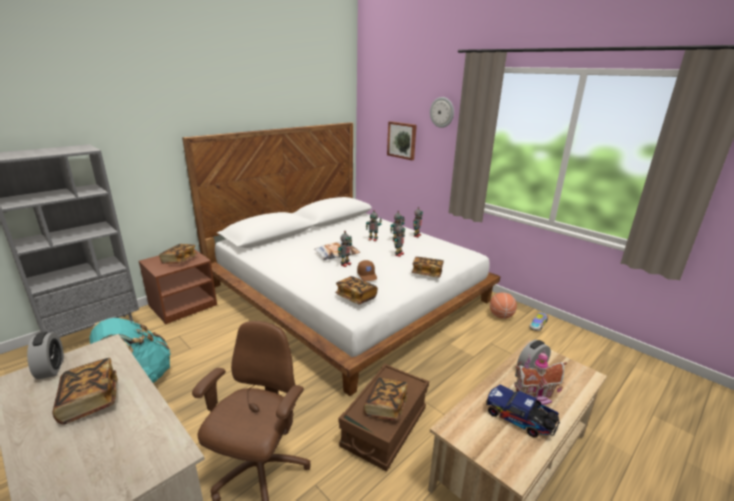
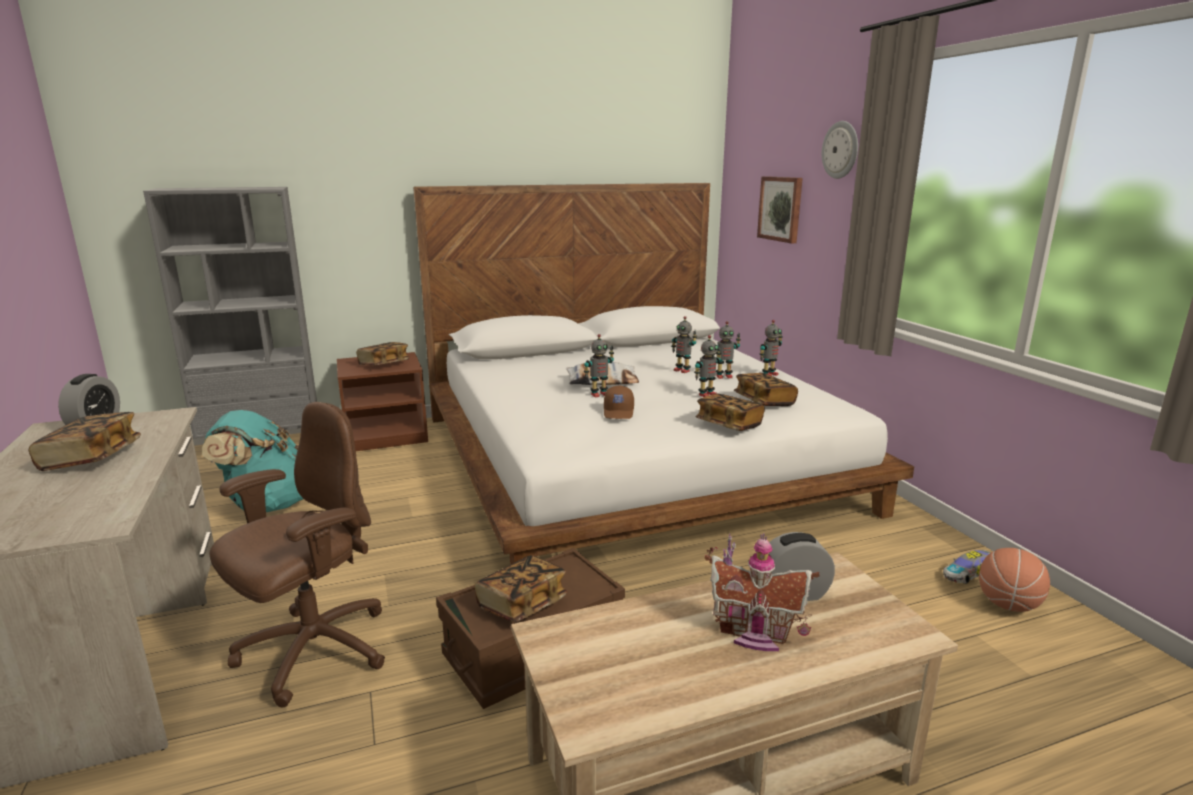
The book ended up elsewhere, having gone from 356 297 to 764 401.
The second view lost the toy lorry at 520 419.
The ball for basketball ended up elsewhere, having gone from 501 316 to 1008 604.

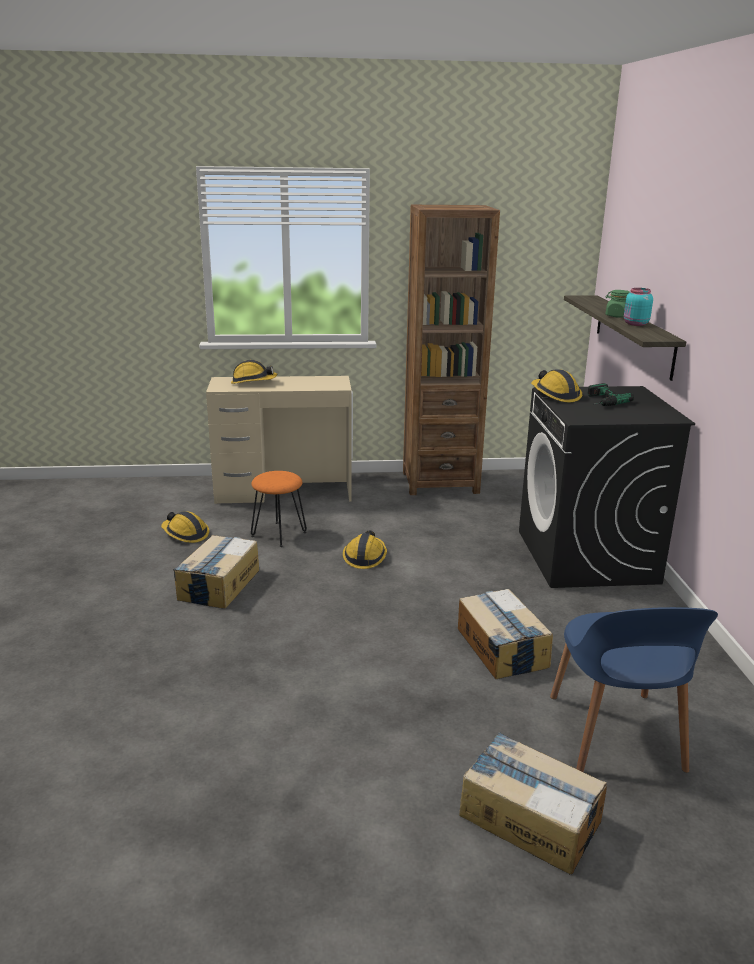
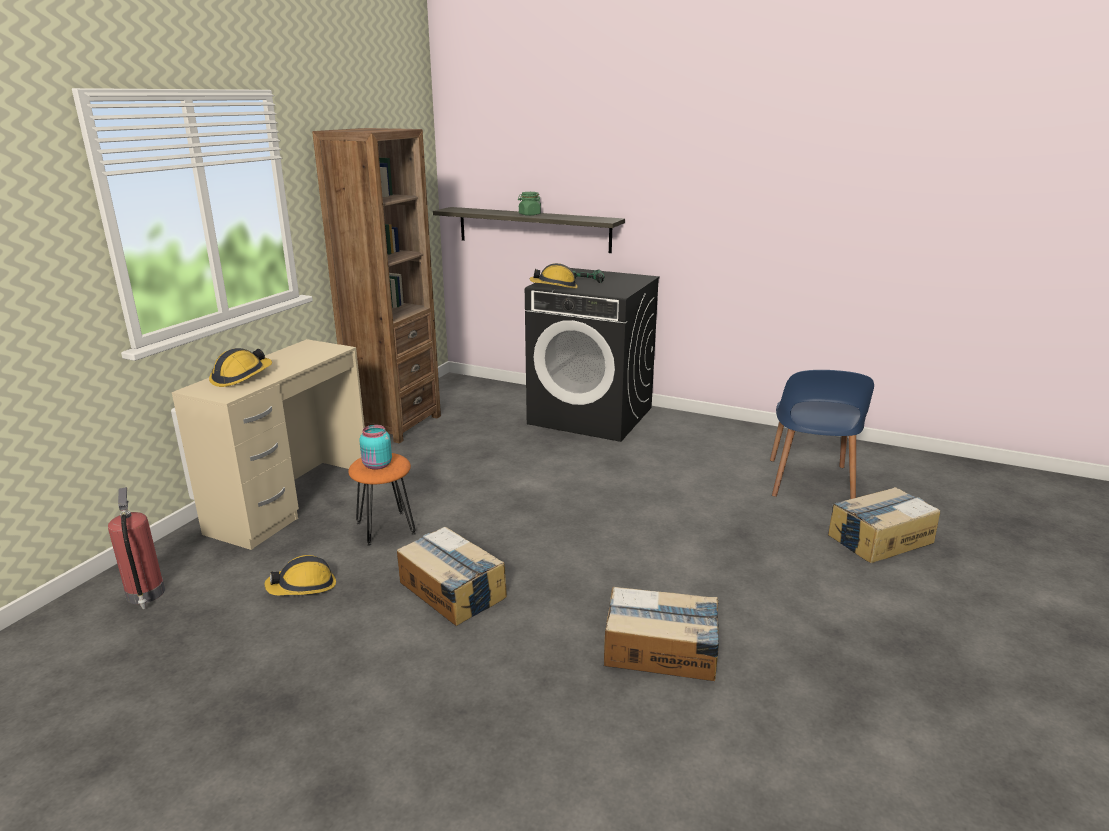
The second view lost the safety helmet at 365 557.
The packing box ended up elsewhere, having gone from 501 648 to 661 650.
The blue chair at 615 735 ended up facing another way, 75 degrees clockwise from before.
The turquoise-coloured jar ended up elsewhere, having gone from 635 324 to 377 465.
The second view gained the fire-fighting cylinder at 145 594.

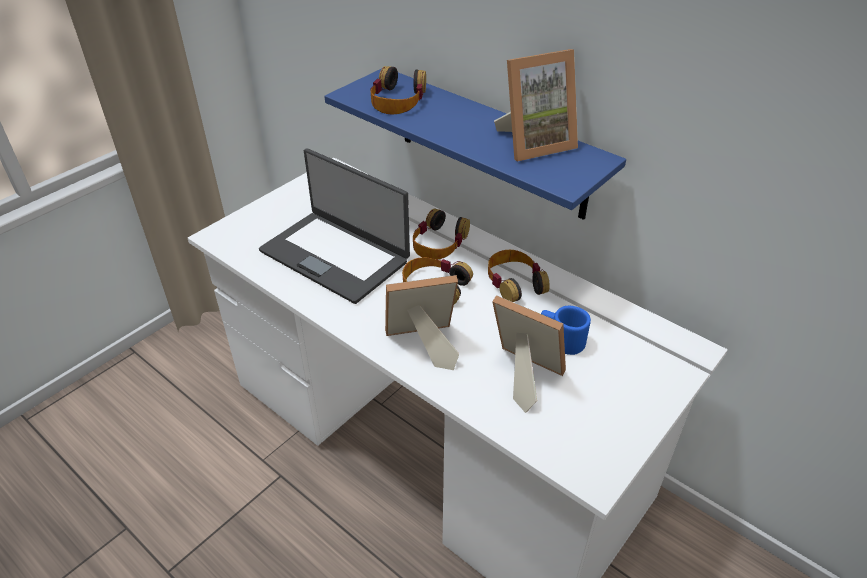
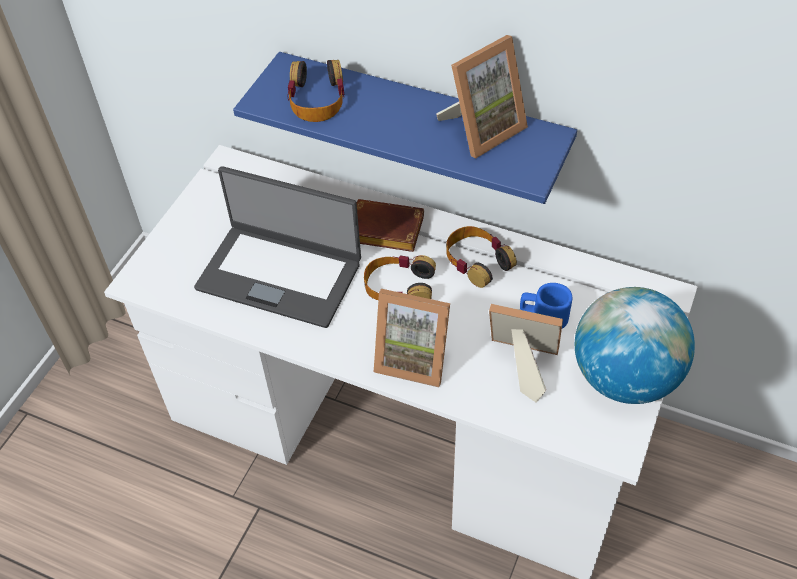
The standing frame at 422 346 ended up facing another way, 135 degrees counterclockwise from before.
Where the pair of headphones stood at 439 242, the brown book came to stand at 383 231.
The second view gained the world globe at 624 377.

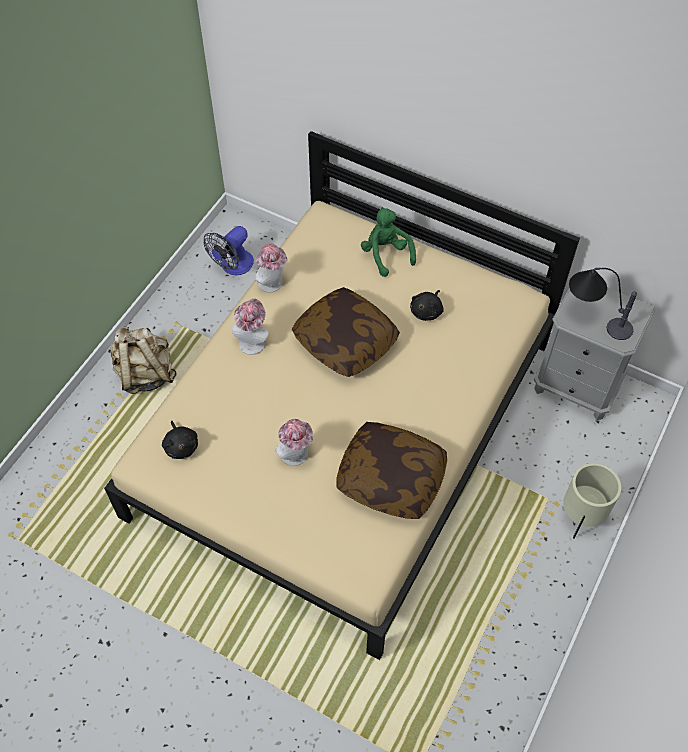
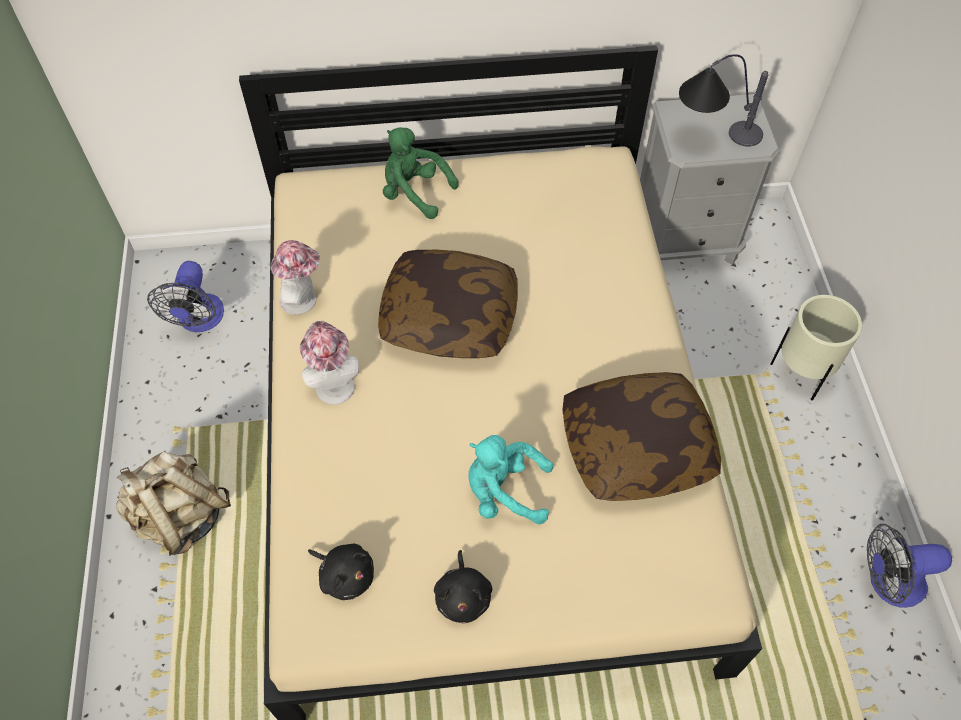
Where the wearable hat stood at 297 456, the turquoise-coloured plush toy came to stand at 504 492.
The black-coloured plush toy ended up elsewhere, having gone from 427 311 to 463 596.
The second view gained the fan at 887 582.

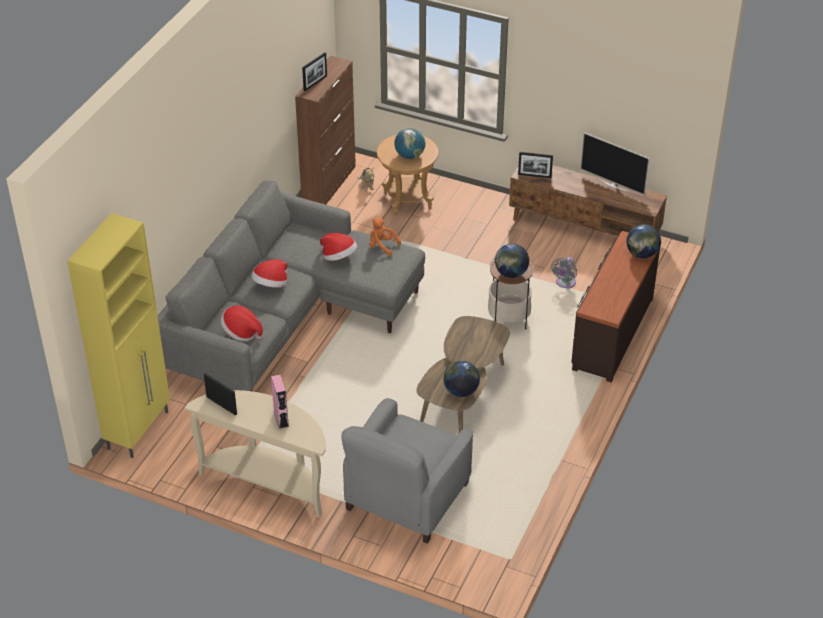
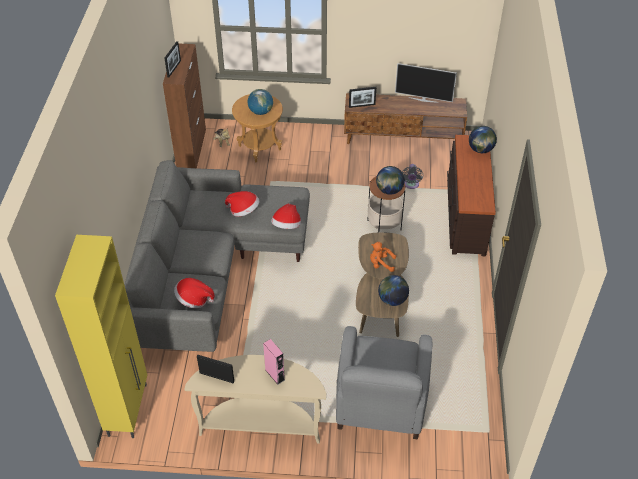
The wearable hat ended up elsewhere, having gone from 271 285 to 287 226.
The orange plush toy ended up elsewhere, having gone from 382 246 to 381 264.

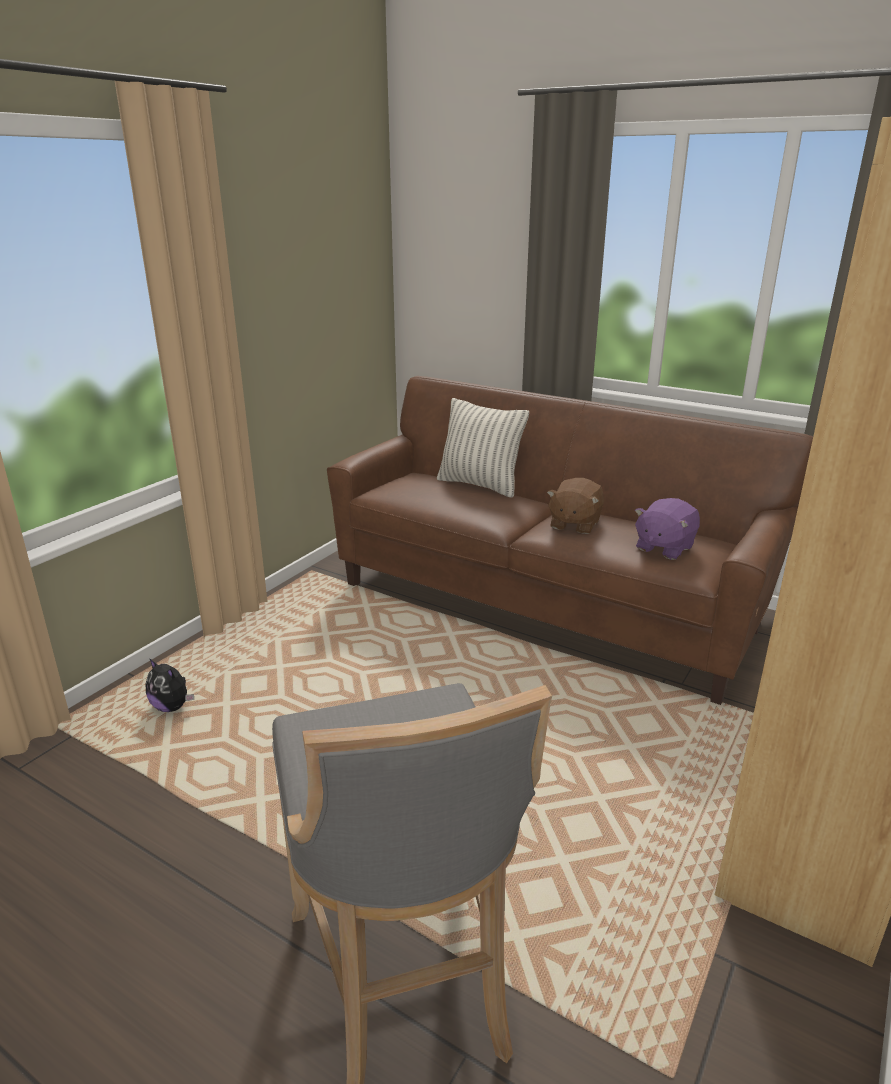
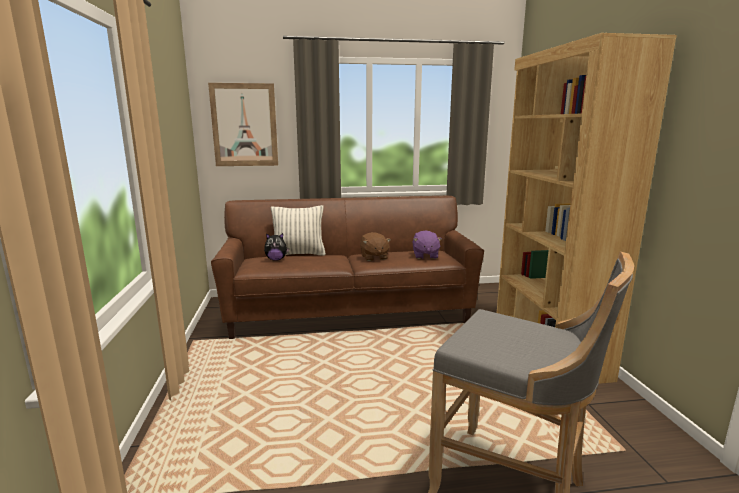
The plush toy ended up elsewhere, having gone from 172 707 to 276 259.
The second view gained the picture at 244 125.

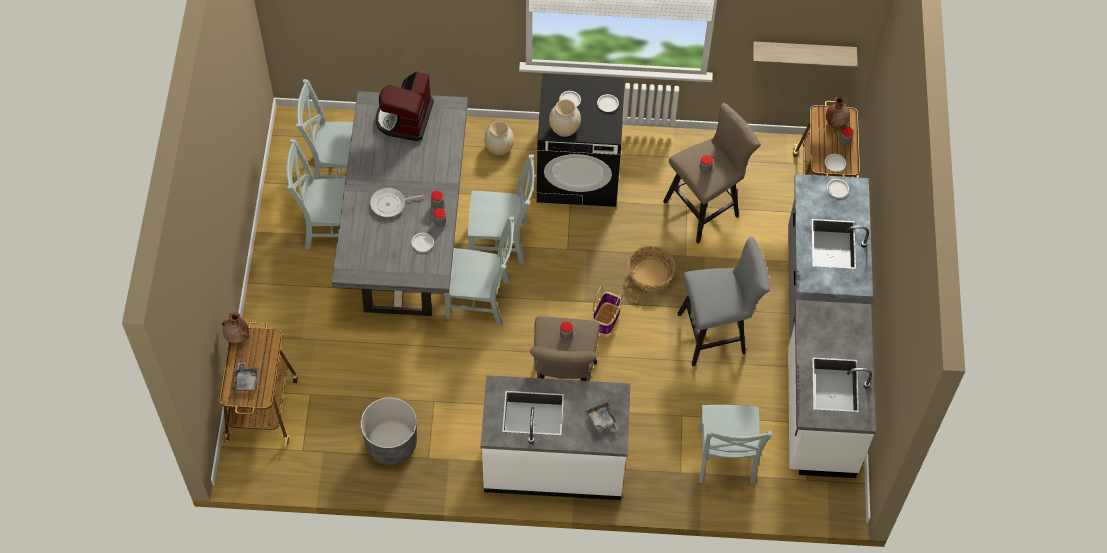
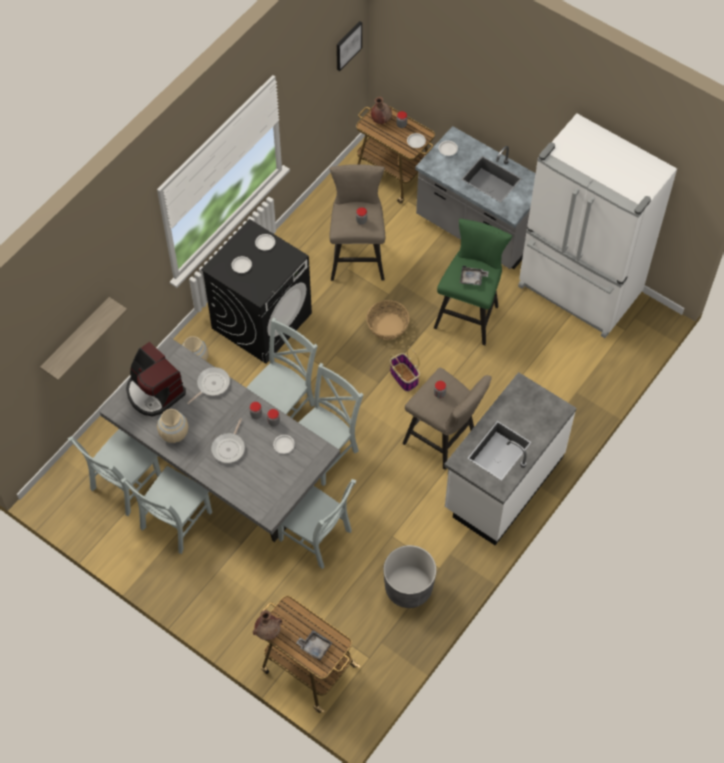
The beige-coloured vase ended up elsewhere, having gone from 564 128 to 174 434.
The gray tray ended up elsewhere, having gone from 601 420 to 472 279.
What was the gray stool seat at 717 334 turned into the greenish stool seat at 469 314.
The gray chair ended up elsewhere, having gone from 725 459 to 317 537.
The shelf ended up elsewhere, having gone from 803 52 to 77 338.
Where the white-coloured kitchen base unit stood at 818 414, the white-coloured refrigerator came to stand at 578 291.
The second view gained the skillet at 211 384.
The second view gained the picture at 348 45.

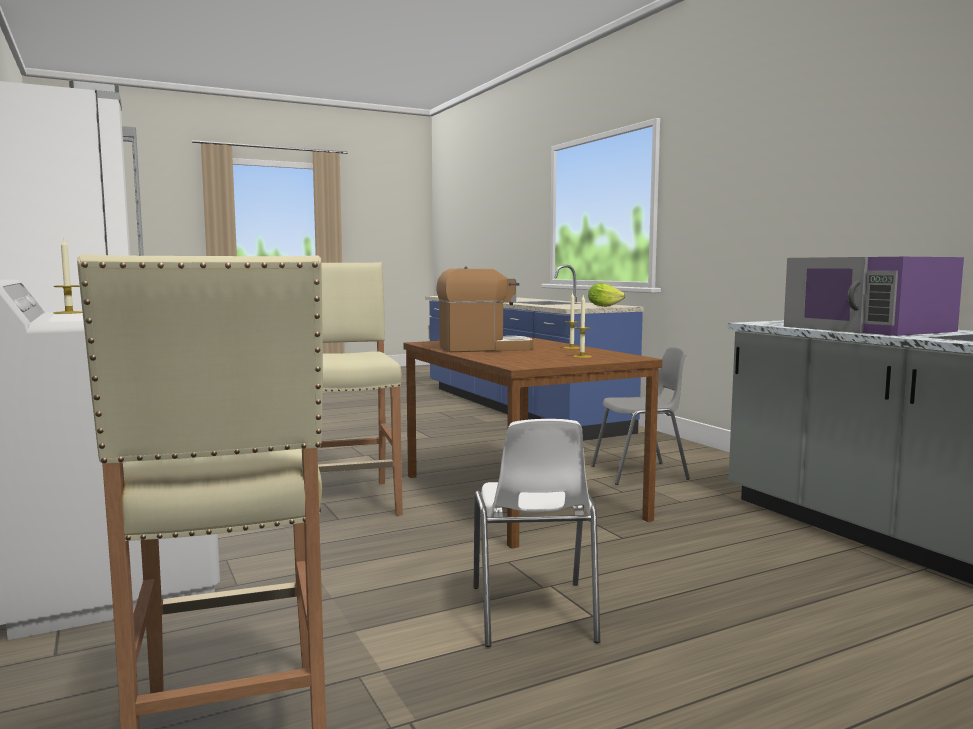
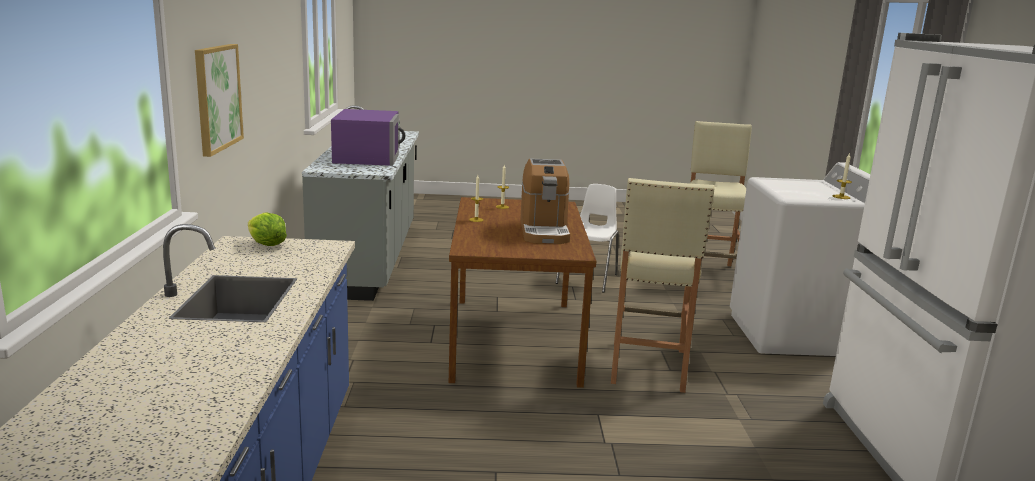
The coffee machine at 484 348 ended up facing another way, 105 degrees counterclockwise from before.
The second view lost the gray chair at 640 473.
The second view gained the picture at 217 97.

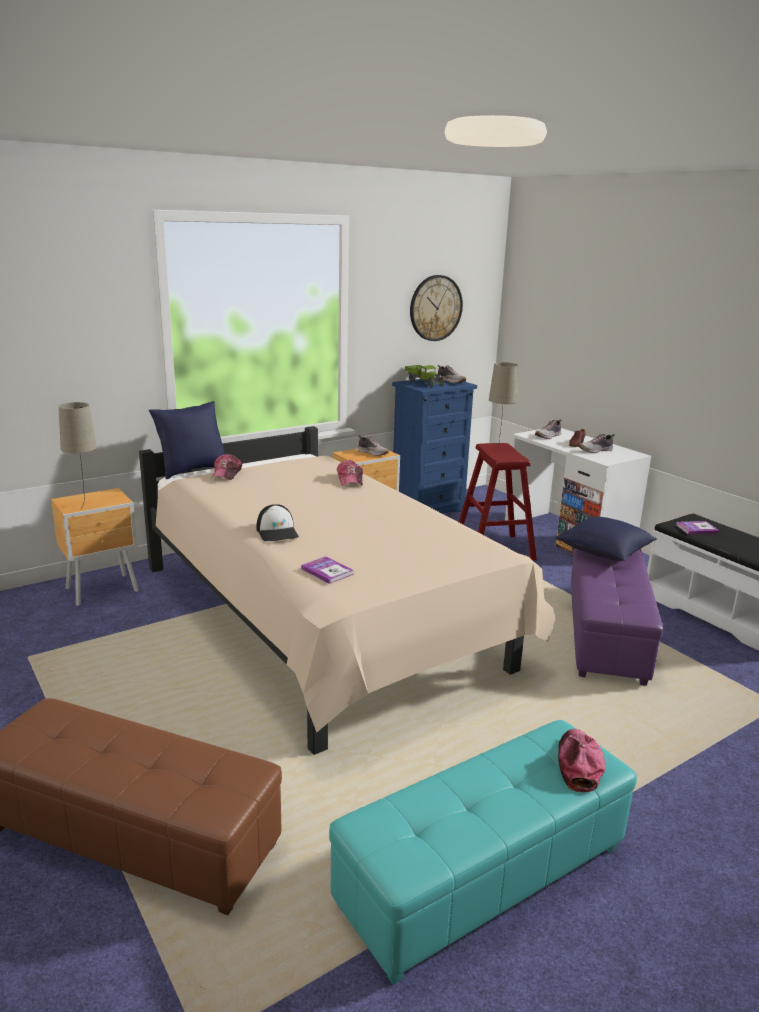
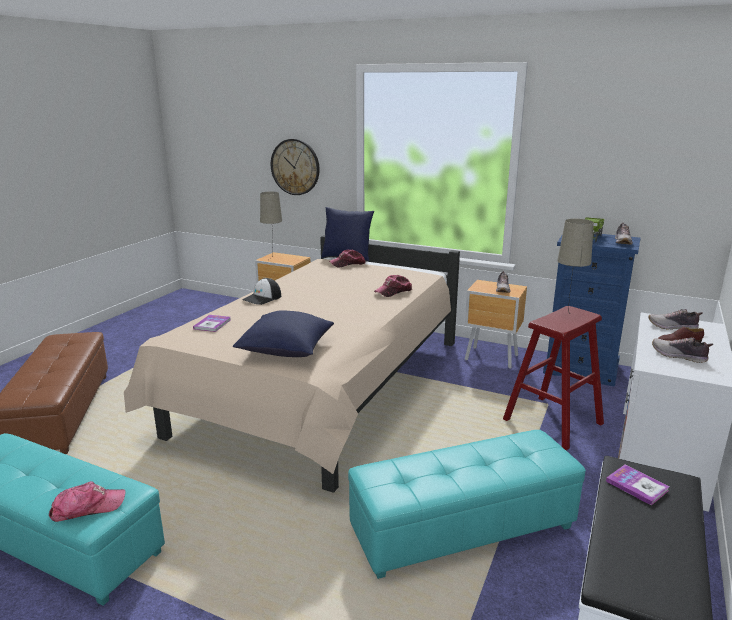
The wall clock ended up elsewhere, having gone from 435 308 to 295 167.
The blue throw pillow ended up elsewhere, having gone from 604 553 to 286 350.
What was the purple footrest at 604 632 turned into the turquoise-coloured footrest at 462 528.

